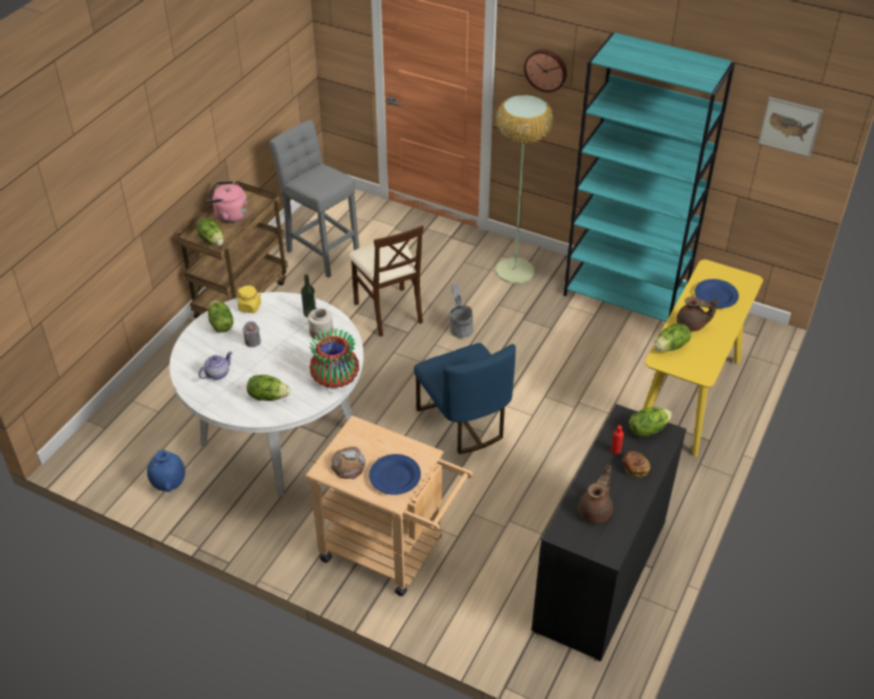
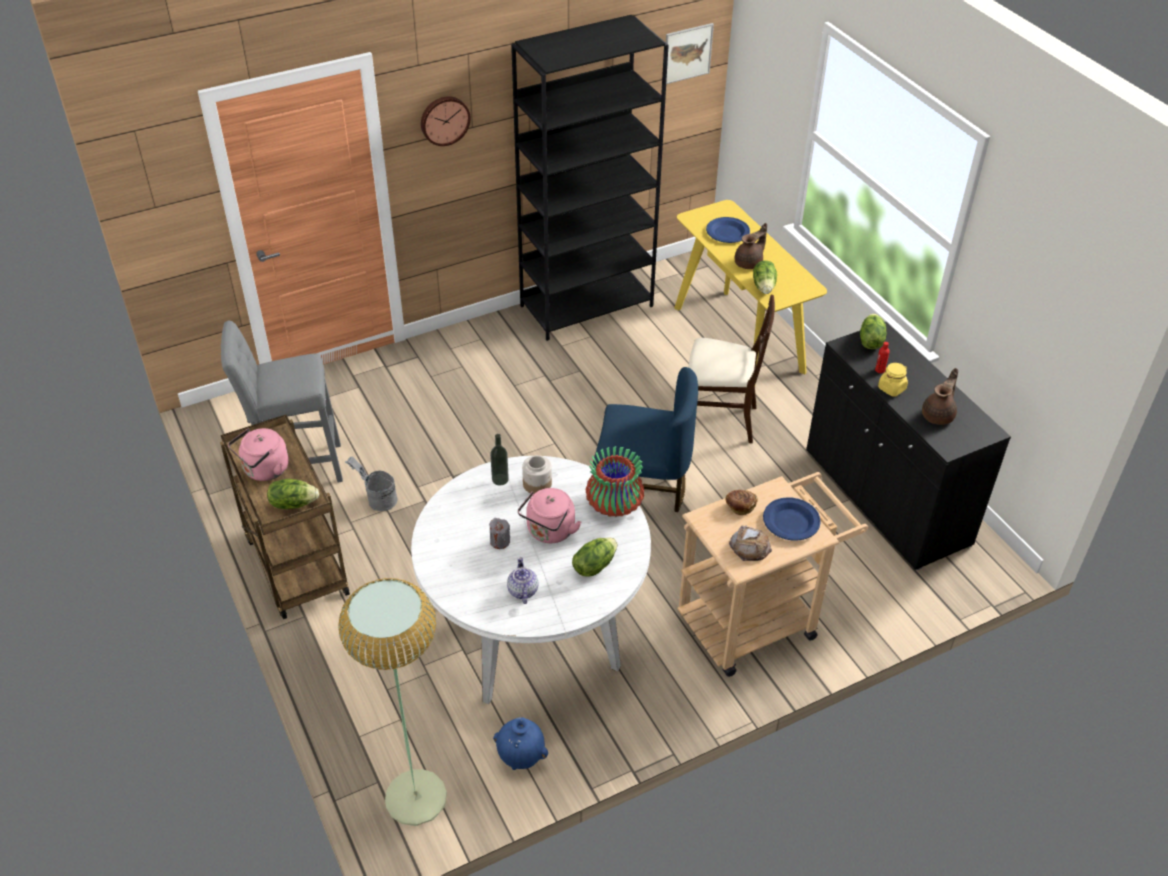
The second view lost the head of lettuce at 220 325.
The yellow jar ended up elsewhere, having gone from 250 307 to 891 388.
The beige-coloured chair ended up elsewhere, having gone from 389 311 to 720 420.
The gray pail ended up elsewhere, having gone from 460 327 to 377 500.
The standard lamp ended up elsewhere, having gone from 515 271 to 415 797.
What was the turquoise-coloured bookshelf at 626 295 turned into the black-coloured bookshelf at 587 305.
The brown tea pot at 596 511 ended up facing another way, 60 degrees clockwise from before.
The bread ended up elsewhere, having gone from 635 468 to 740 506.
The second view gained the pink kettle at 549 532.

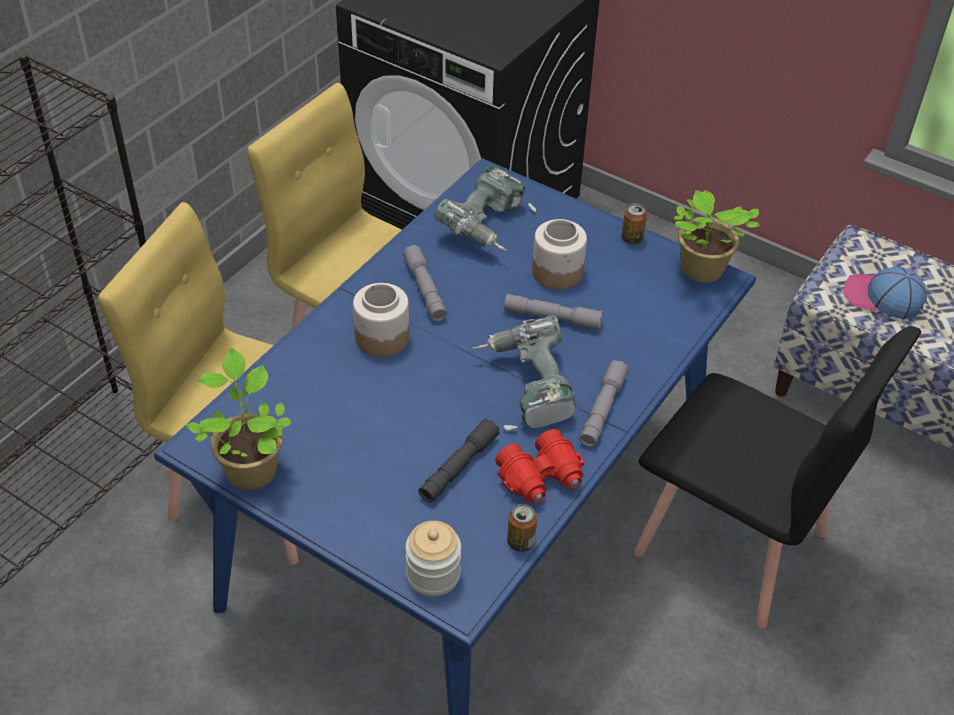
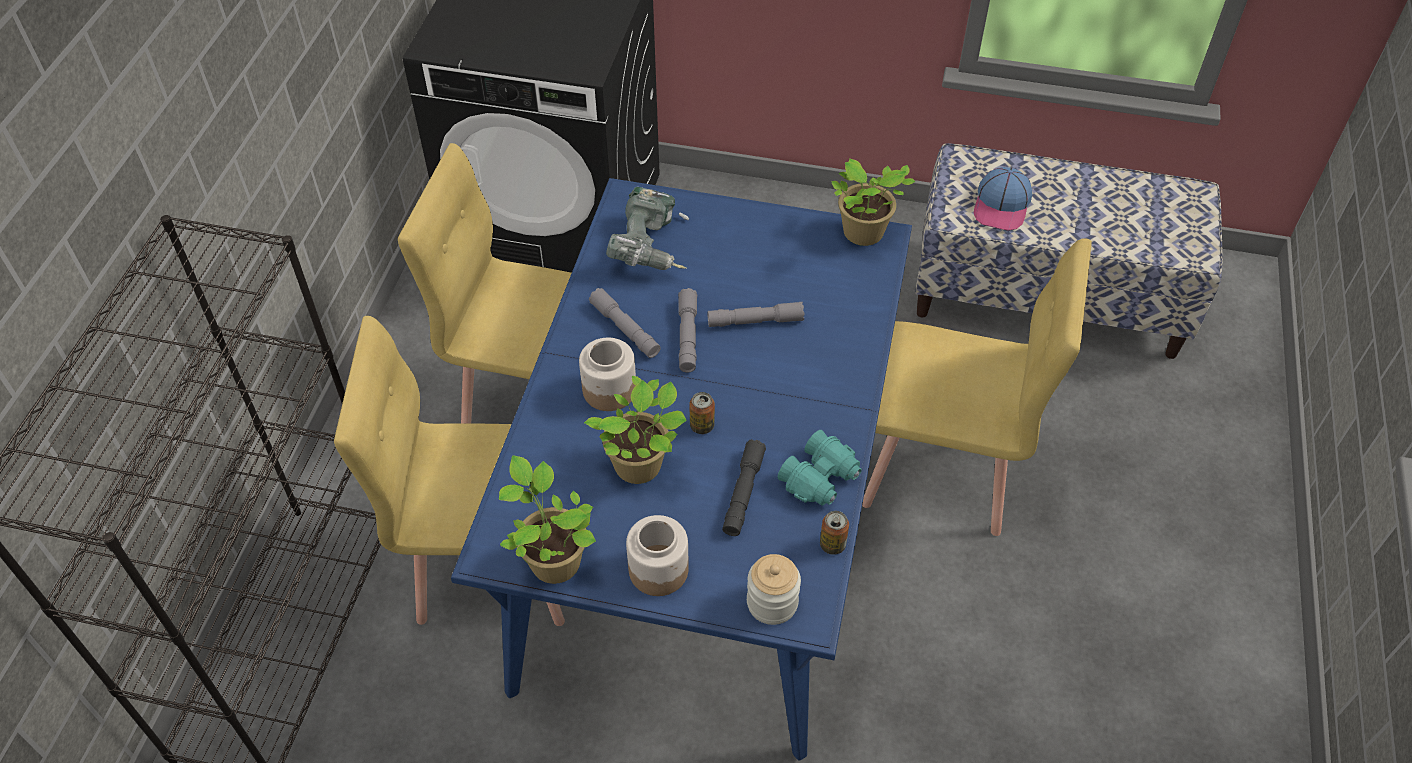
The second view lost the power drill at 526 388.
What was the red binoculars at 541 478 turned into the turquoise-coloured binoculars at 821 478.
The jar ended up elsewhere, having gone from 558 272 to 659 569.
The gray hand torch ended up elsewhere, having gone from 602 410 to 687 336.
The metal can ended up elsewhere, having gone from 632 239 to 702 426.
What was the black-coloured chair at 732 545 turned into the yellow chair at 941 469.
The peaked cap at 882 297 ended up facing another way, 75 degrees counterclockwise from before.
The second view gained the potted plant at 641 466.

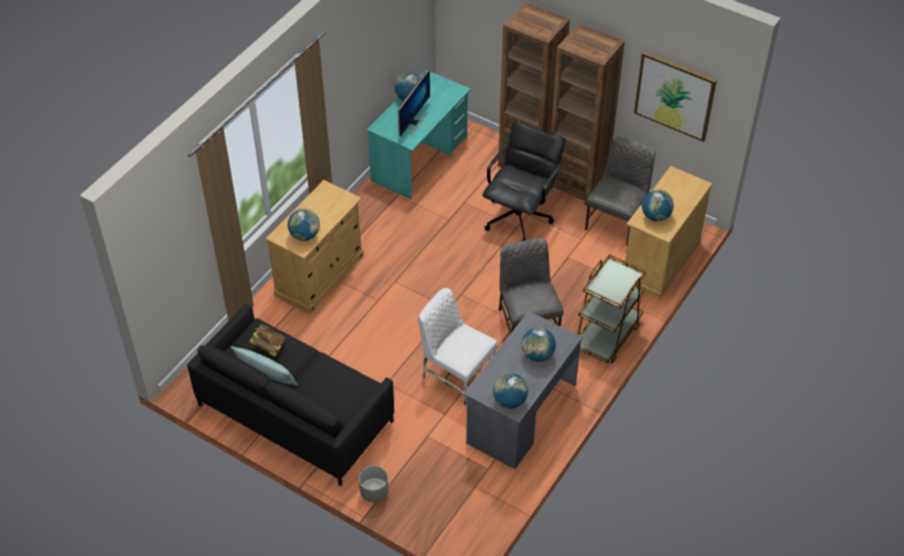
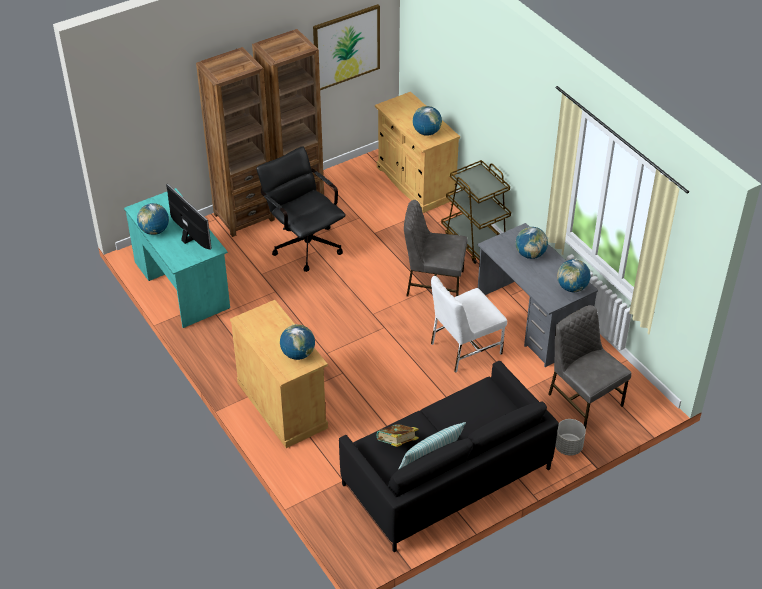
The gray chair ended up elsewhere, having gone from 617 221 to 583 399.

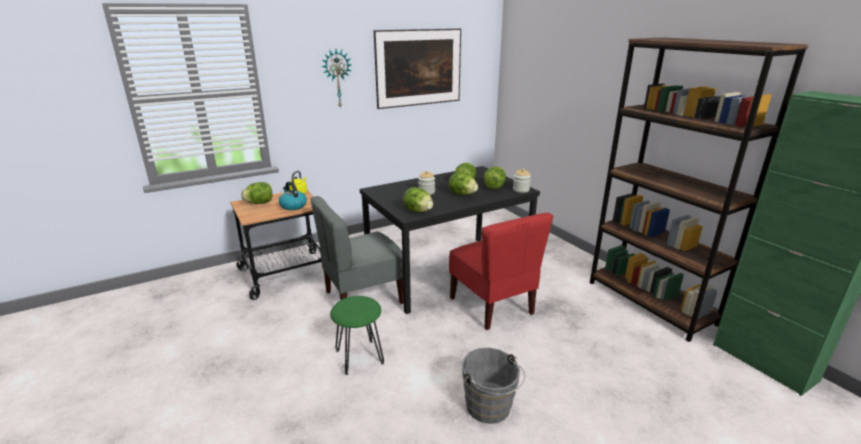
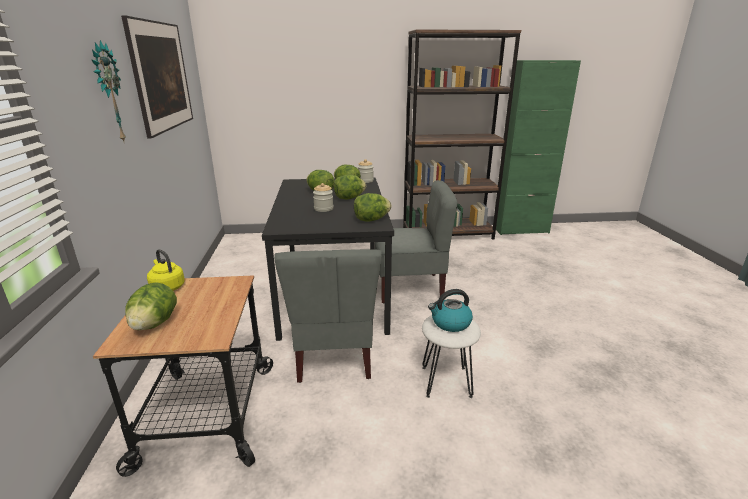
The kettle ended up elsewhere, having gone from 293 206 to 450 323.
What was the greenish stool seat at 359 356 turned into the white-coloured stool seat at 445 381.
What was the red chair at 492 306 turned into the gray chair at 410 287.
The second view lost the gray pail at 490 409.

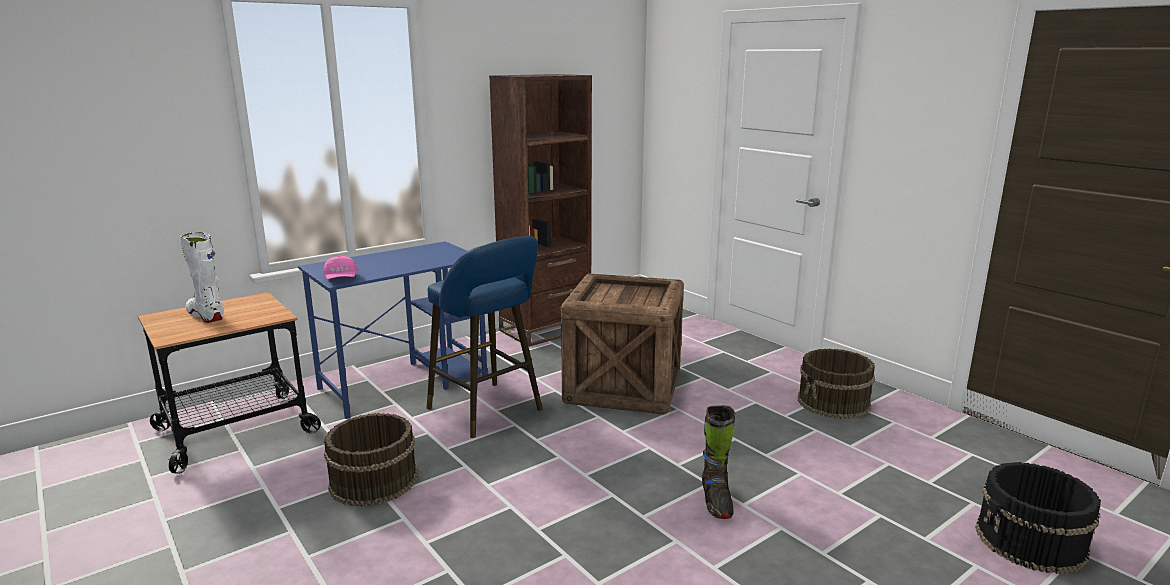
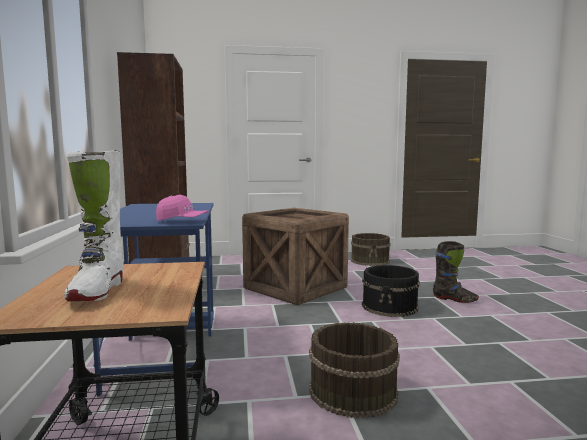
The white-coloured high-top boot at 206 316 ended up facing another way, 75 degrees counterclockwise from before.
The second view lost the blue stool seat at 488 411.
The black-coloured pail ended up elsewhere, having gone from 1031 541 to 390 306.

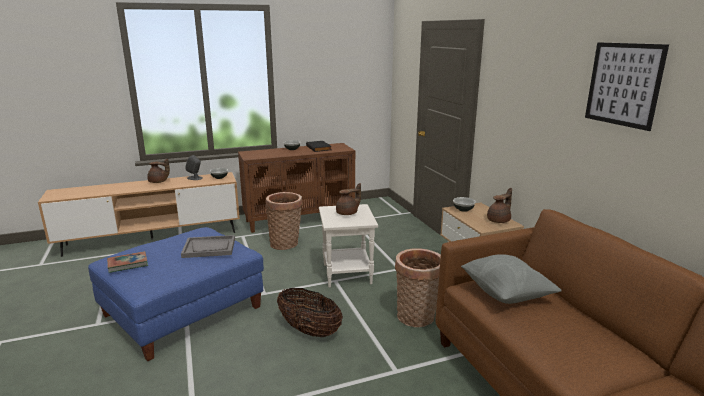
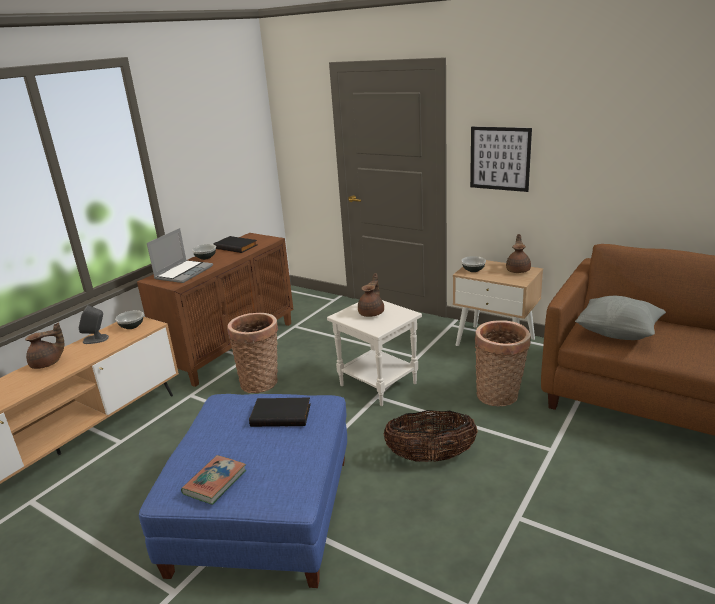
Where the gray tray stood at 209 248, the black-coloured book came to stand at 281 414.
The picture ended up elsewhere, having gone from 623 84 to 500 158.
The second view gained the laptop at 184 272.

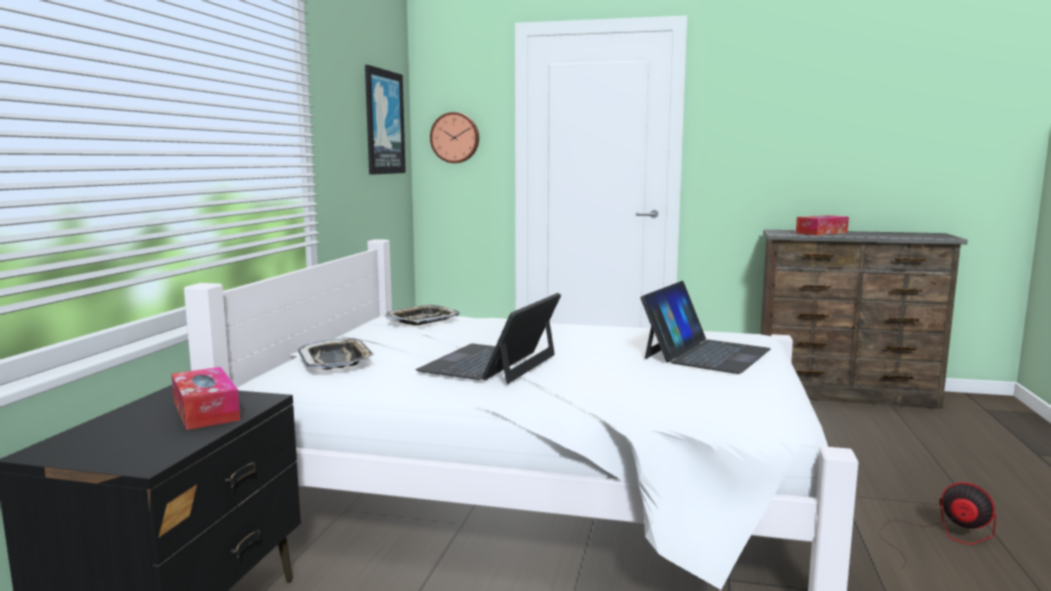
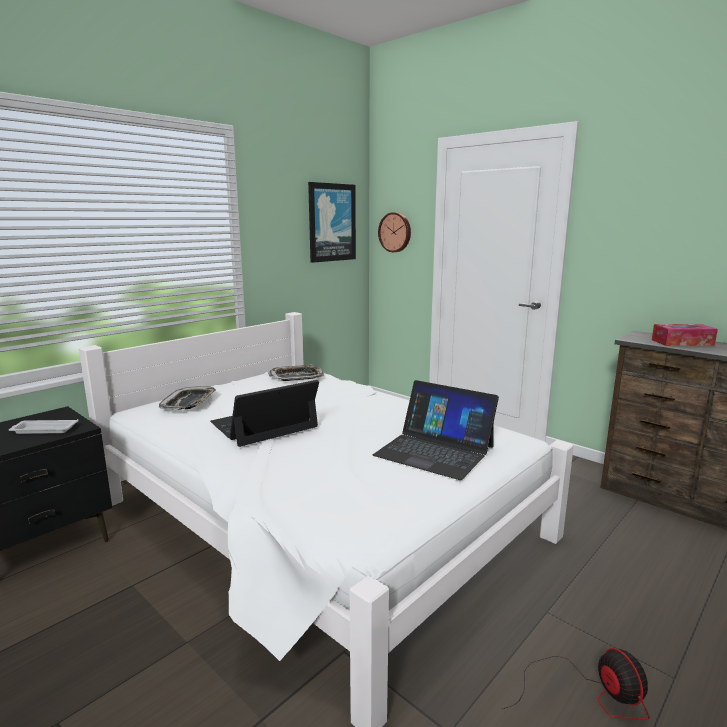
Where the tissue holder stood at 206 411, the white-coloured tray came to stand at 43 430.
The laptop at 706 353 ended up facing another way, 60 degrees clockwise from before.

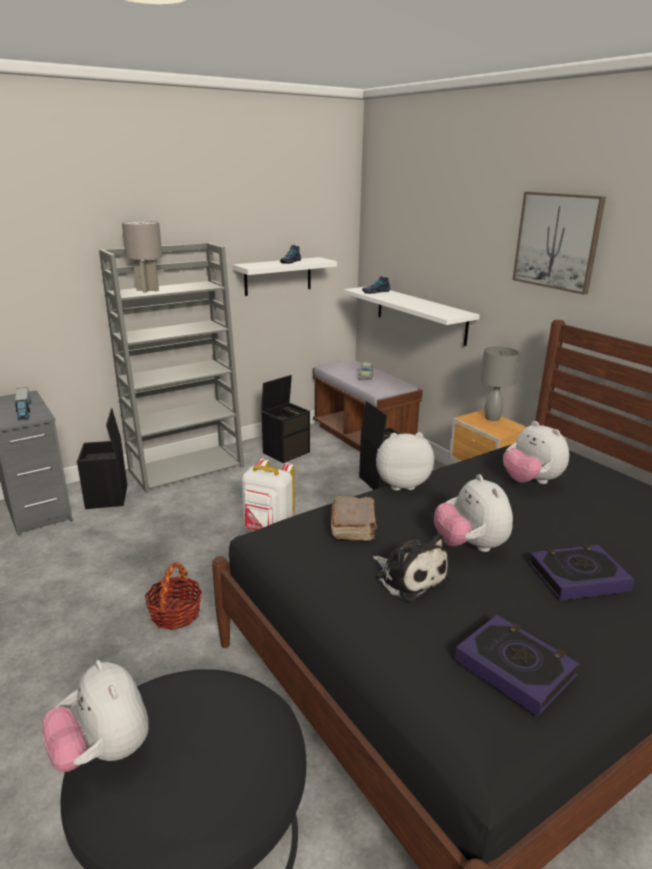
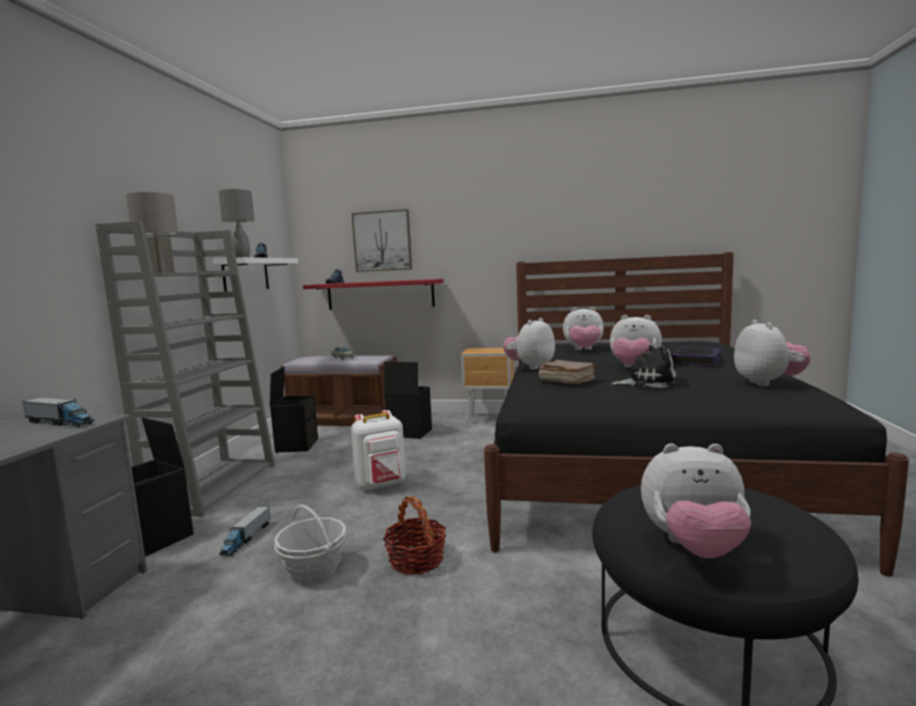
What was the white-coloured shelf at 420 314 turned into the red shelf at 380 294.
Where the book stood at 514 668, the plush toy came to stand at 767 383.
The gray lamp for a table ended up elsewhere, having gone from 491 418 to 241 257.
The picture ended up elsewhere, having gone from 557 241 to 382 241.
The second view gained the toy lorry at 246 538.
The second view gained the storage basket at 314 570.

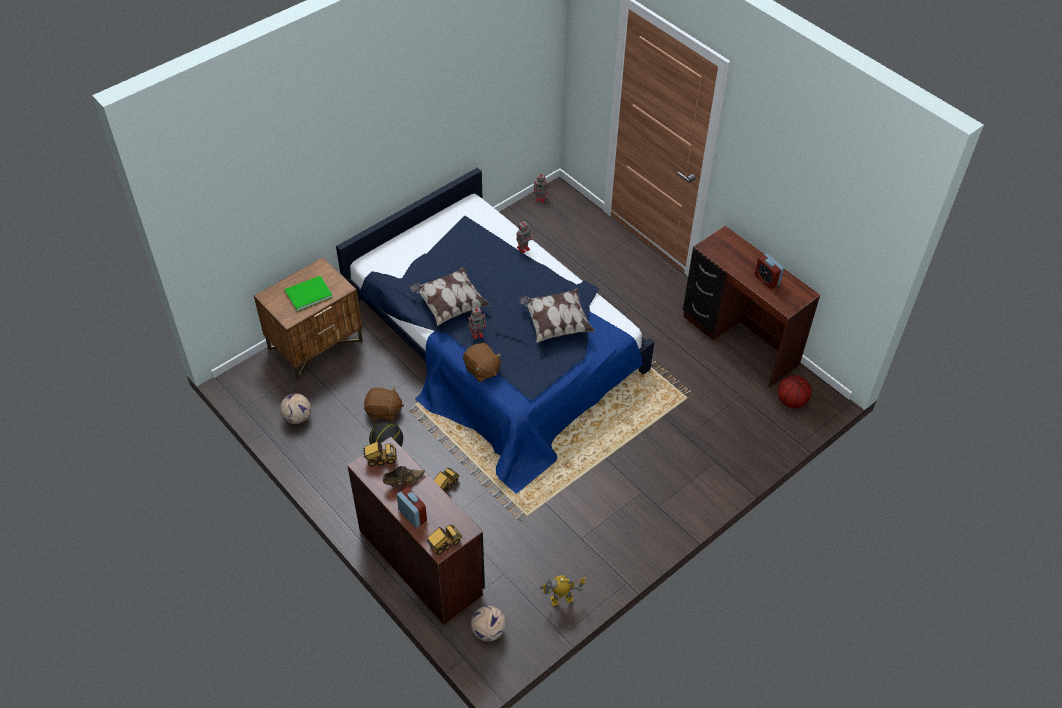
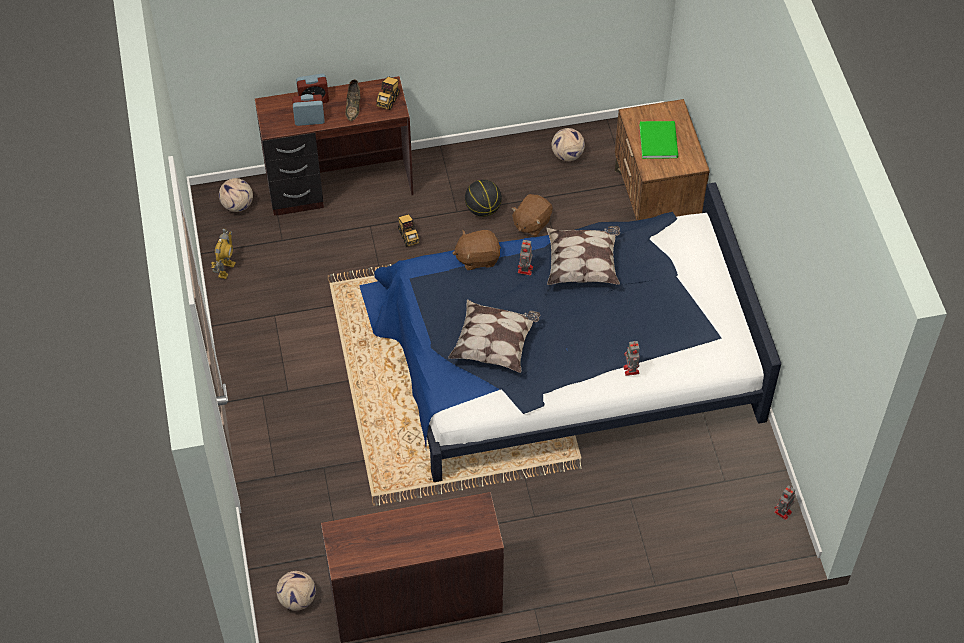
The second view lost the toy lorry at 444 544.
The bedside clock ended up elsewhere, having gone from 766 280 to 309 120.
Where the ball for basketball stood at 791 401, the football ball came to stand at 298 599.

